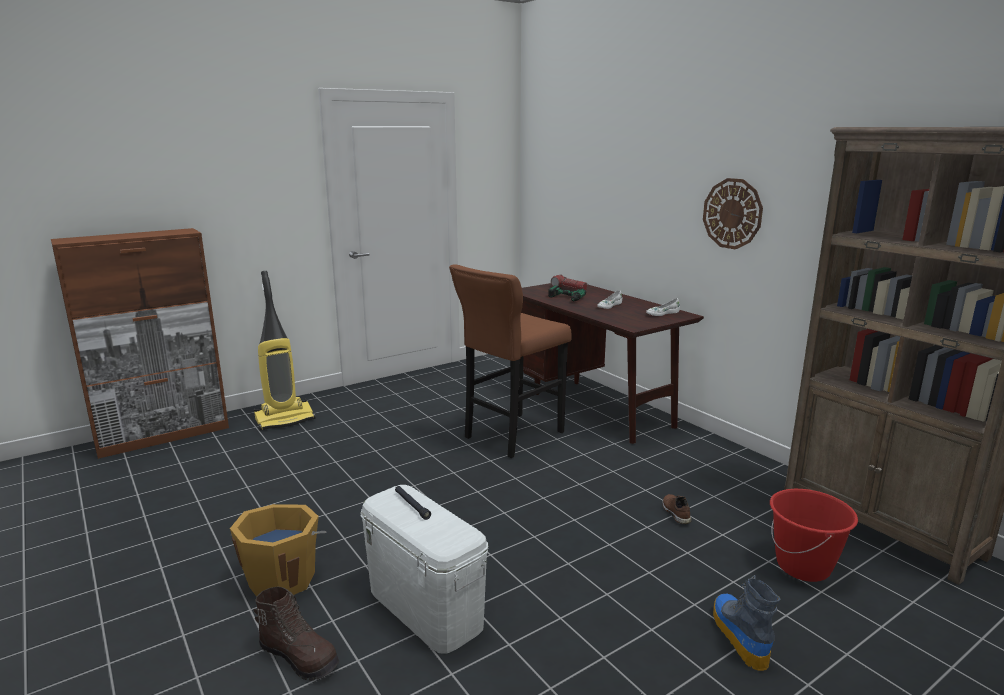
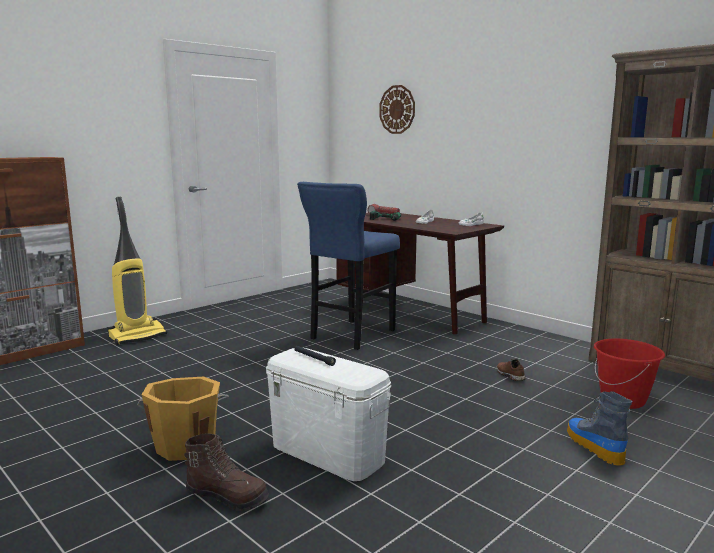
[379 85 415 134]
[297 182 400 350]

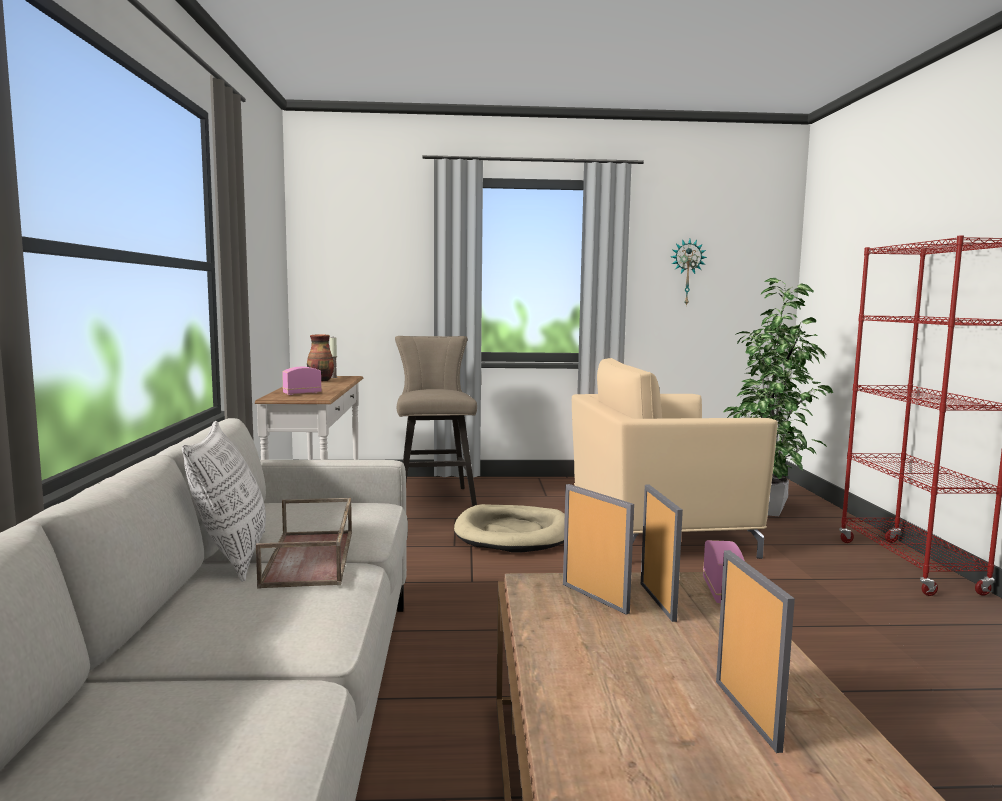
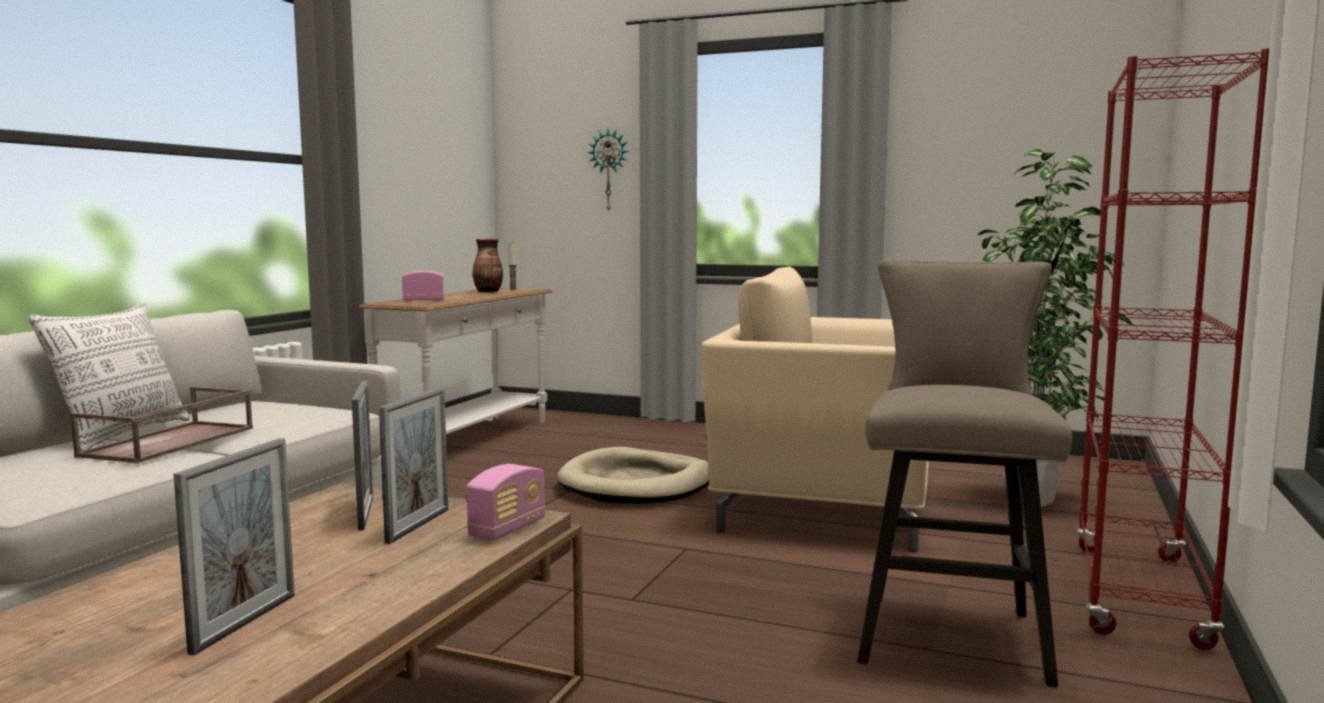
[587 129 629 213]
[857 260 1072 687]

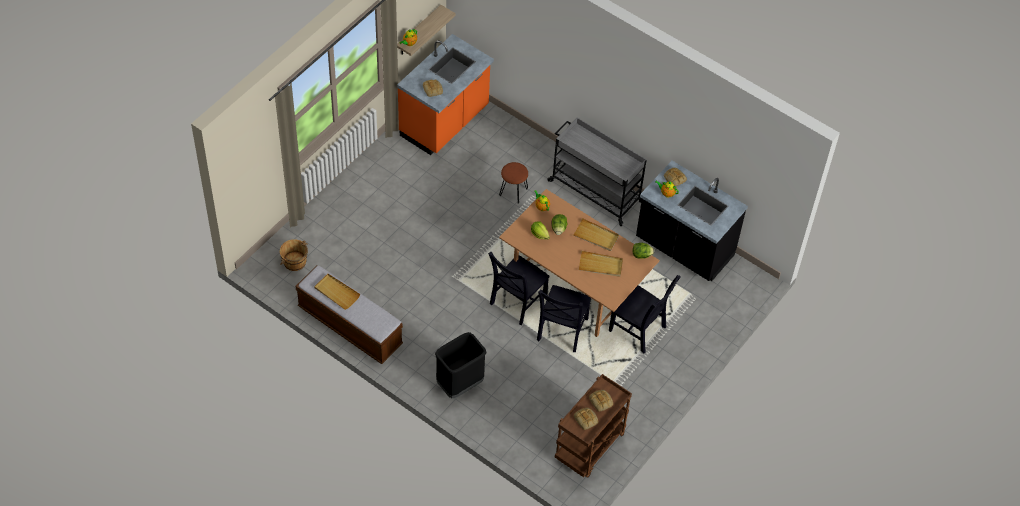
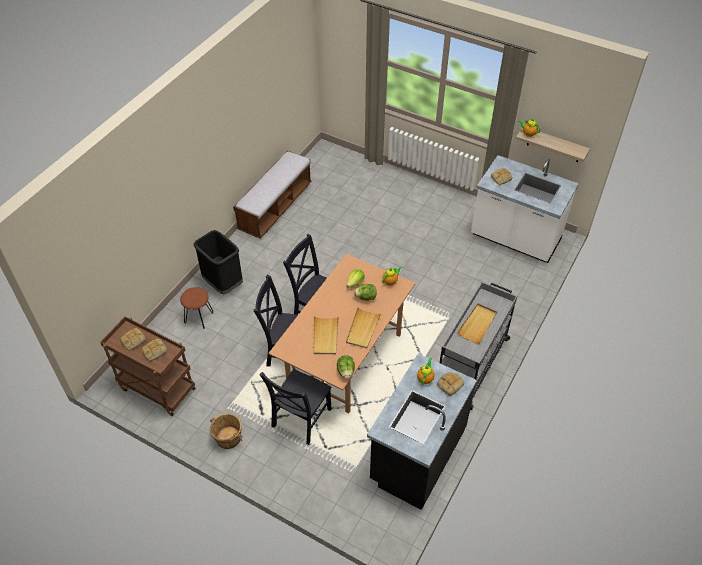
[471 155 579 263]
[180 287 213 329]
[210 414 243 449]
[457 303 497 343]

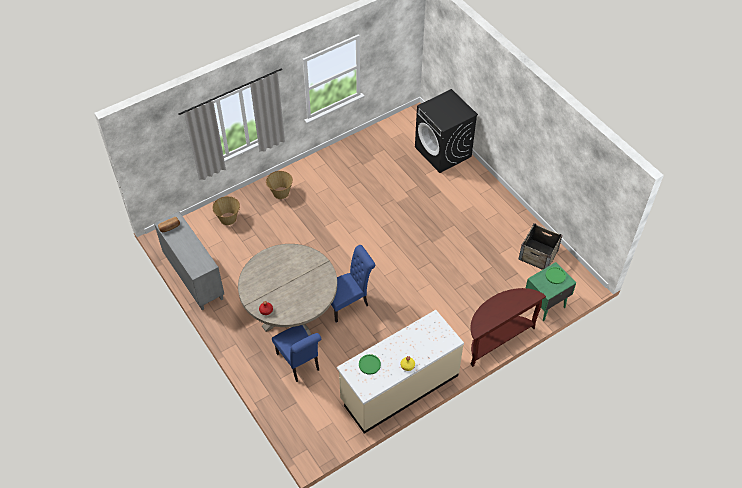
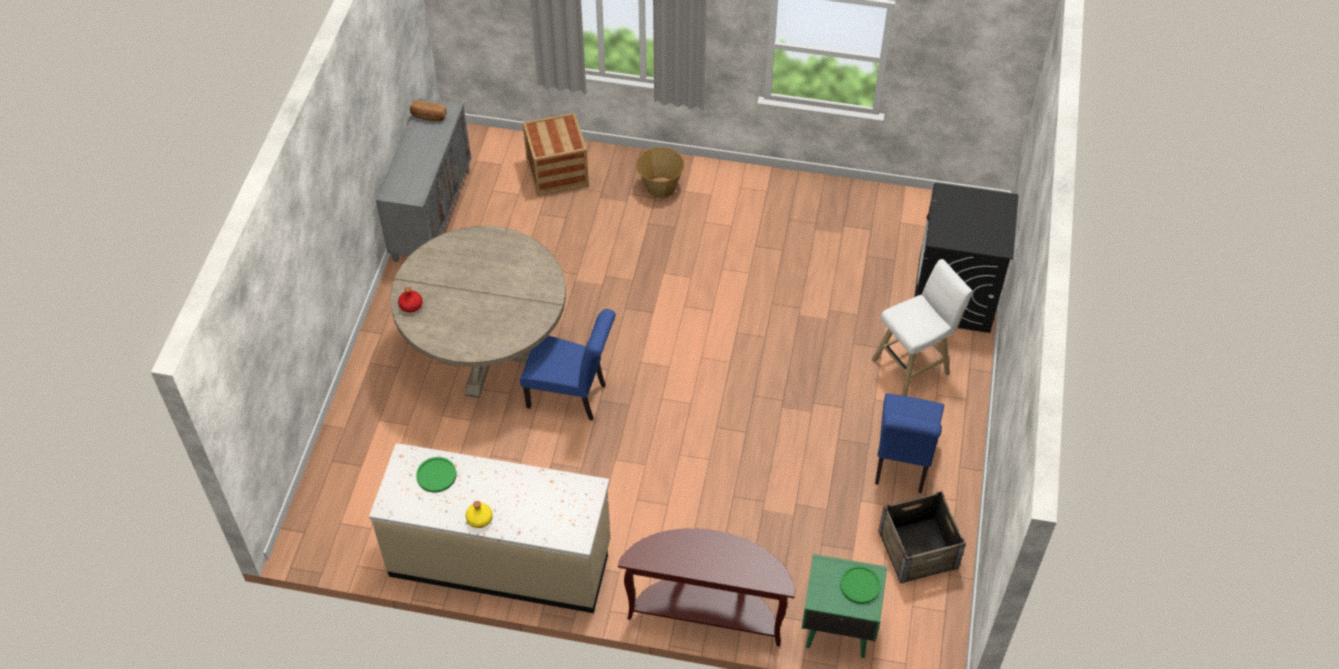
[523 113 589 197]
[875 393 944 493]
[872 259 972 396]

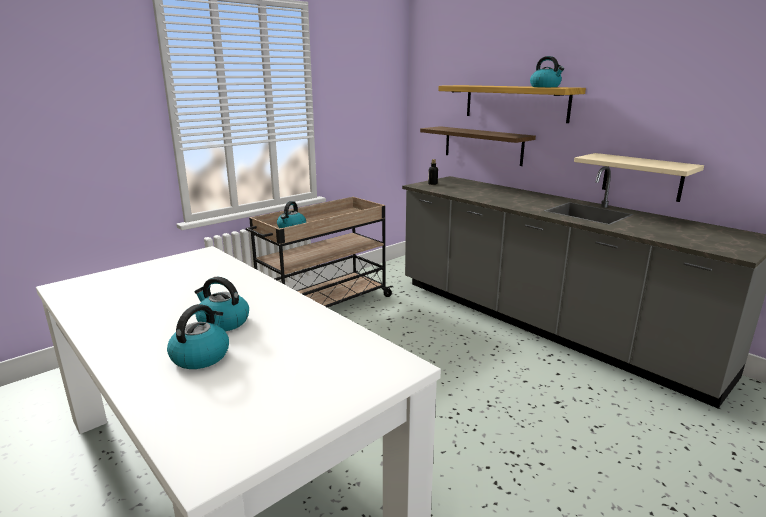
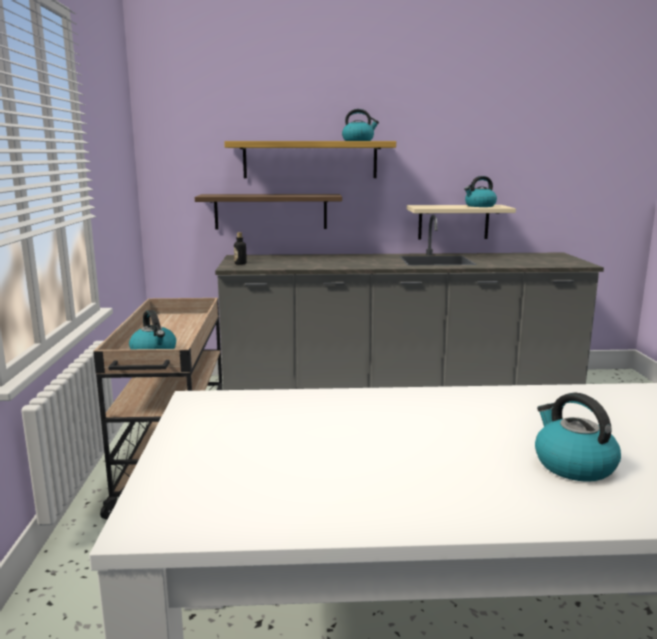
[464 176 497 207]

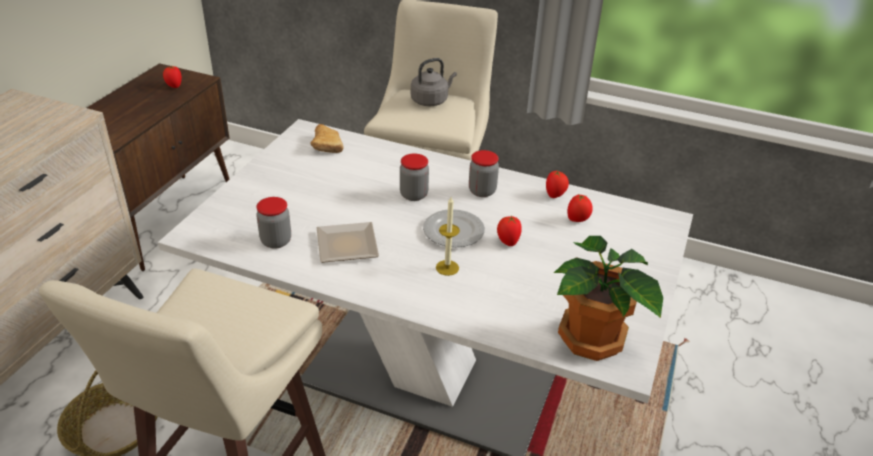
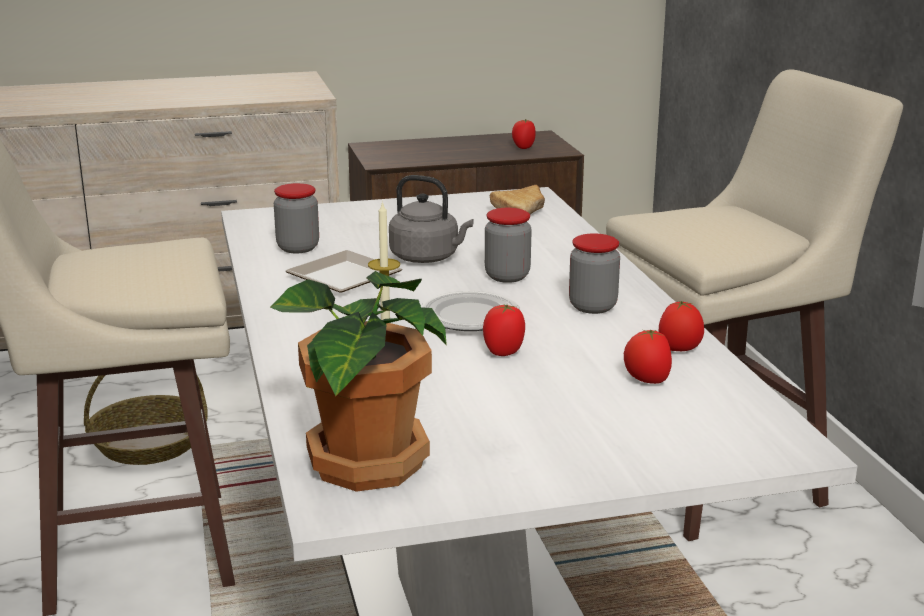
[389 175 474 263]

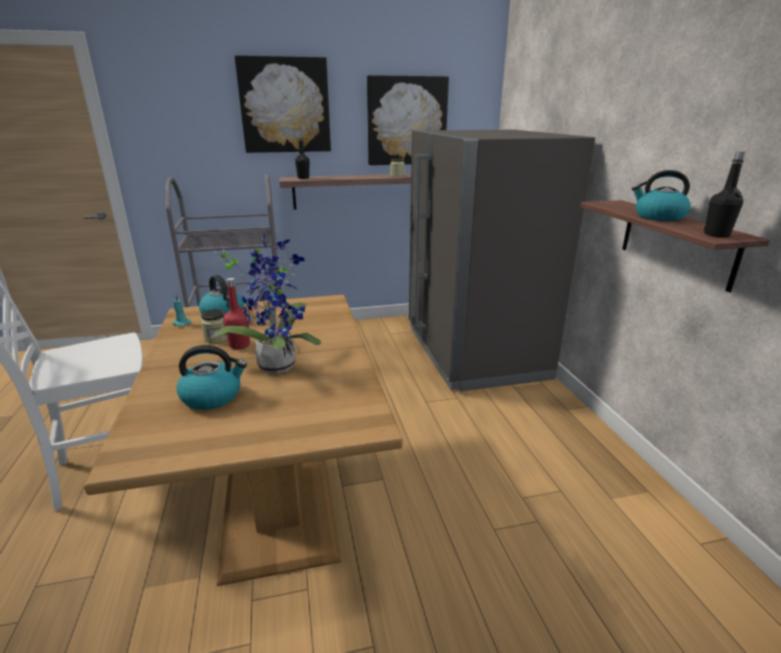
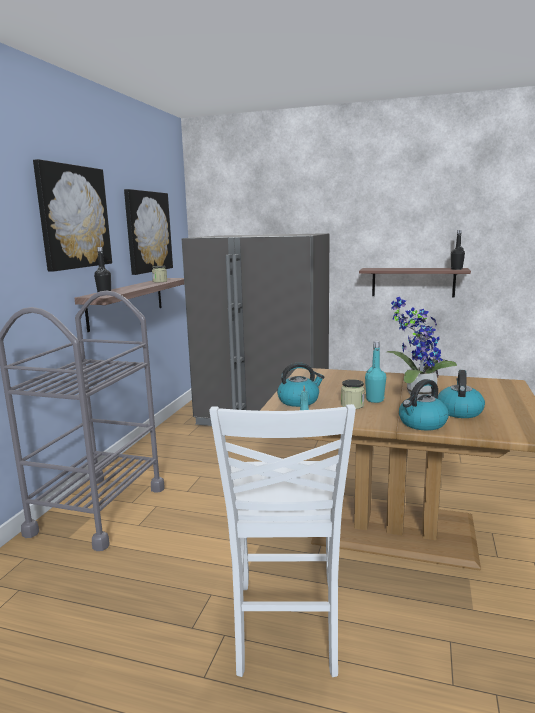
[399 379 449 430]
[365 341 386 403]

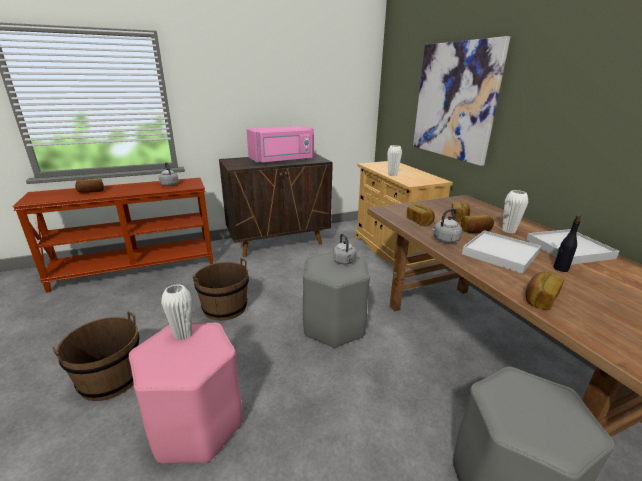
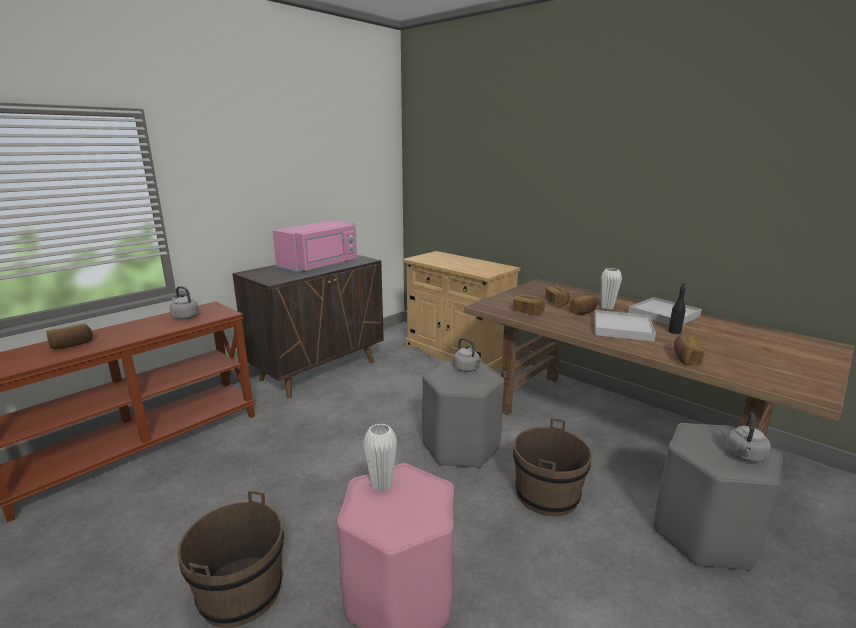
[413 36 510 166] (first image)
[387 145 402 176] (first image)
[726 413 771 462]
[513 418 592 516]

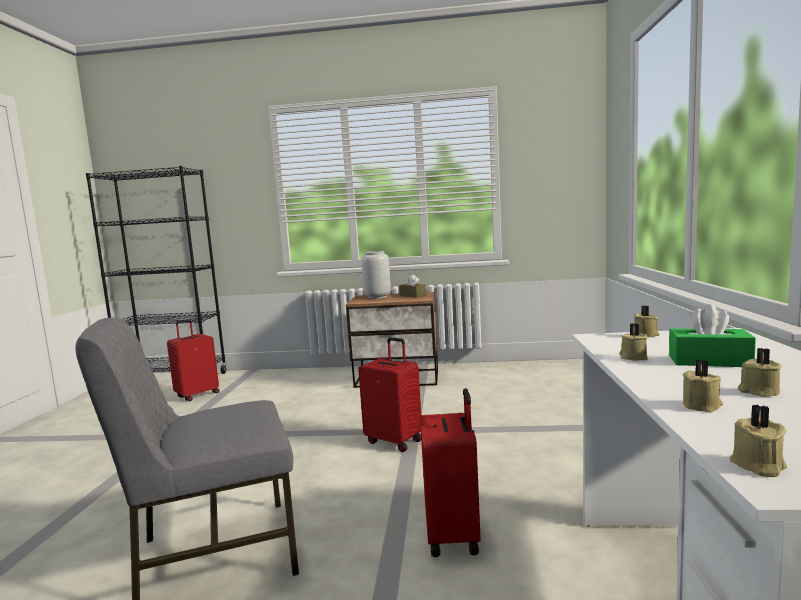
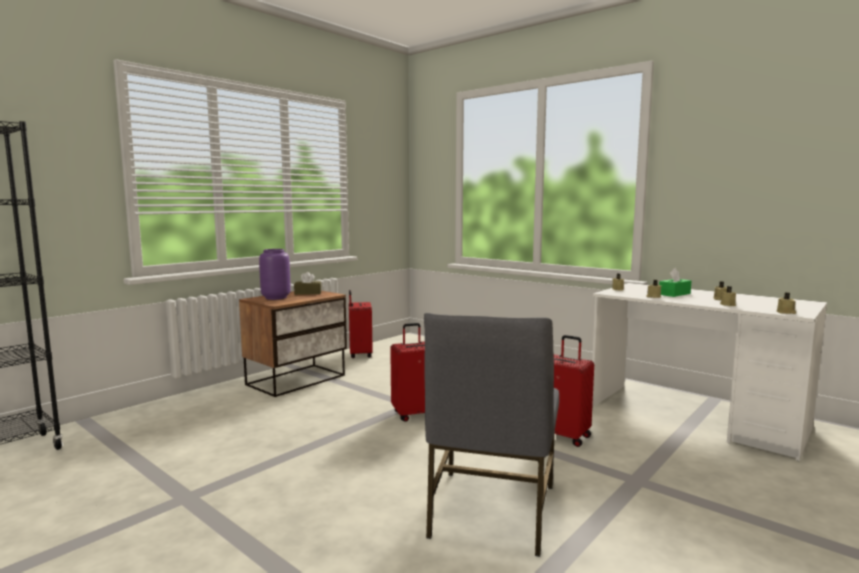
[259 249 291 300]
[349 290 373 358]

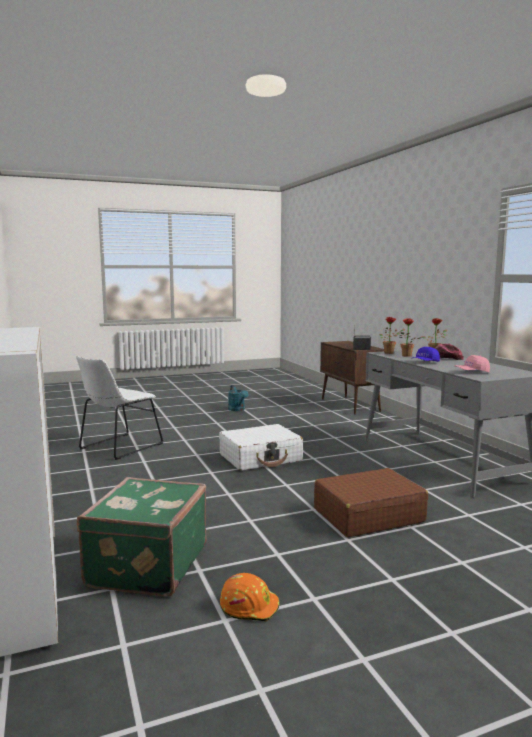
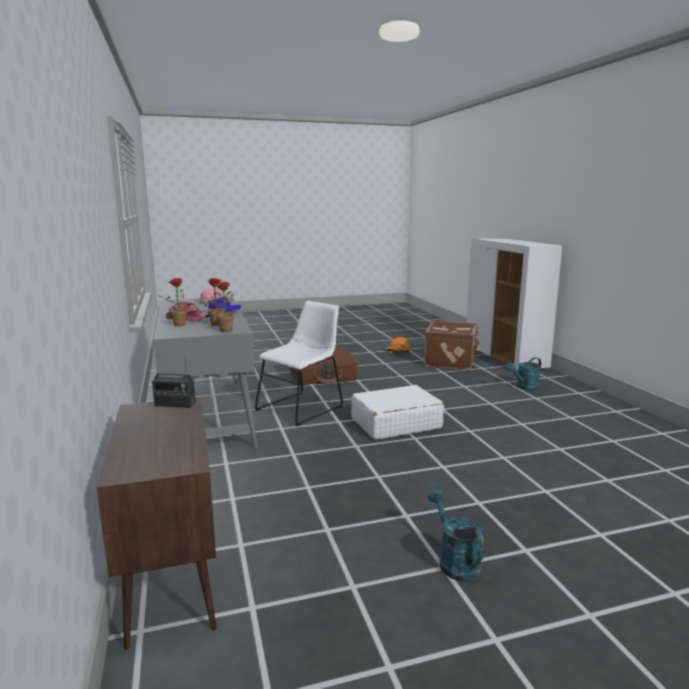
[254 301 343 426]
[424 320 480 370]
[506 357 541 390]

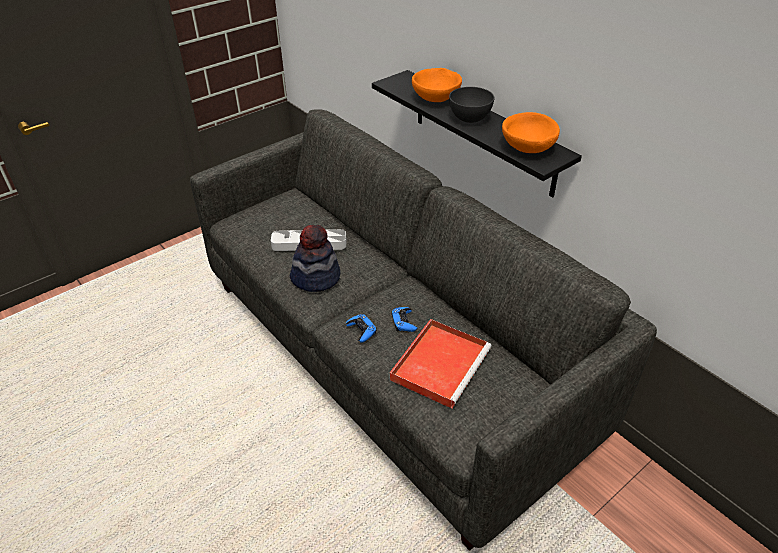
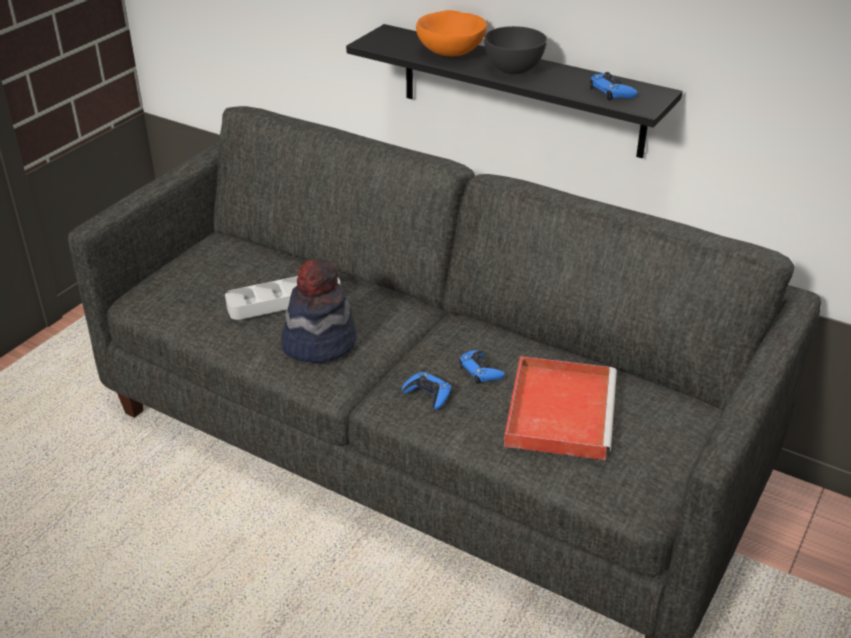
[590 72 638 101]

